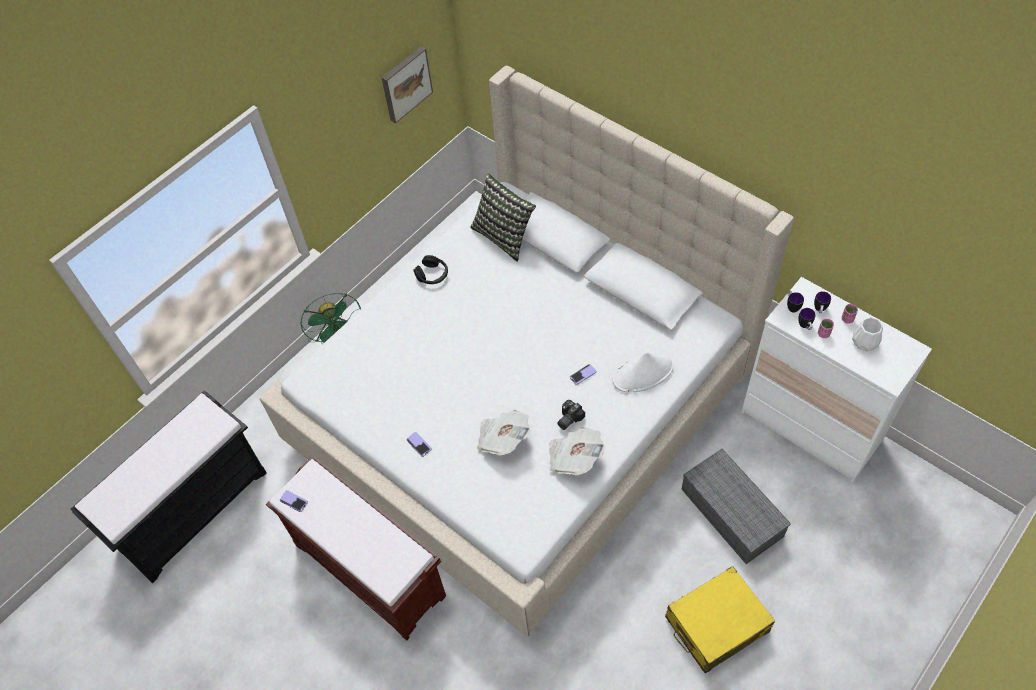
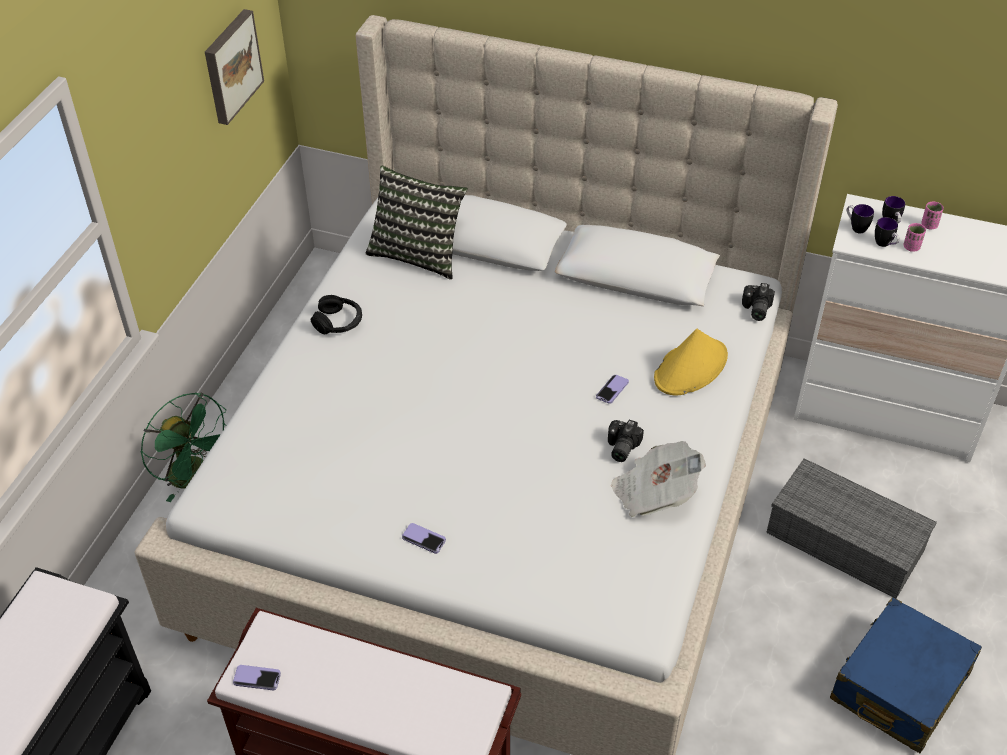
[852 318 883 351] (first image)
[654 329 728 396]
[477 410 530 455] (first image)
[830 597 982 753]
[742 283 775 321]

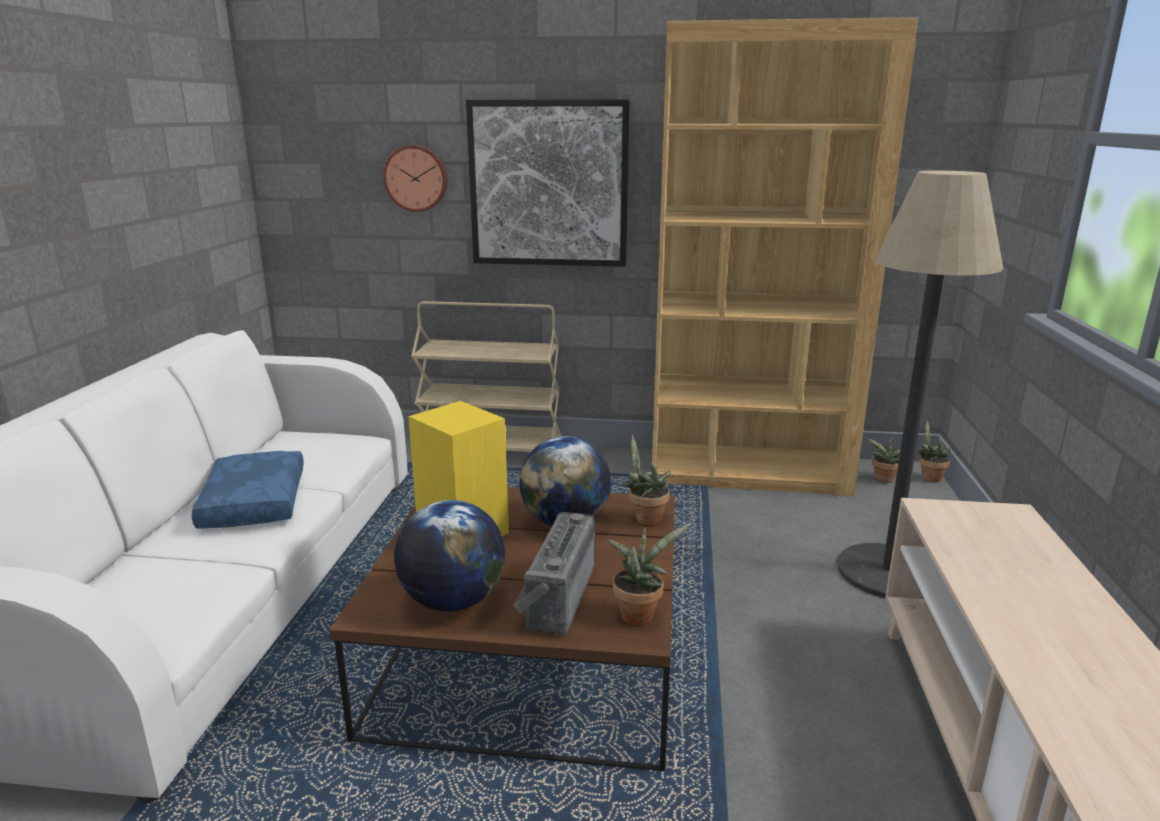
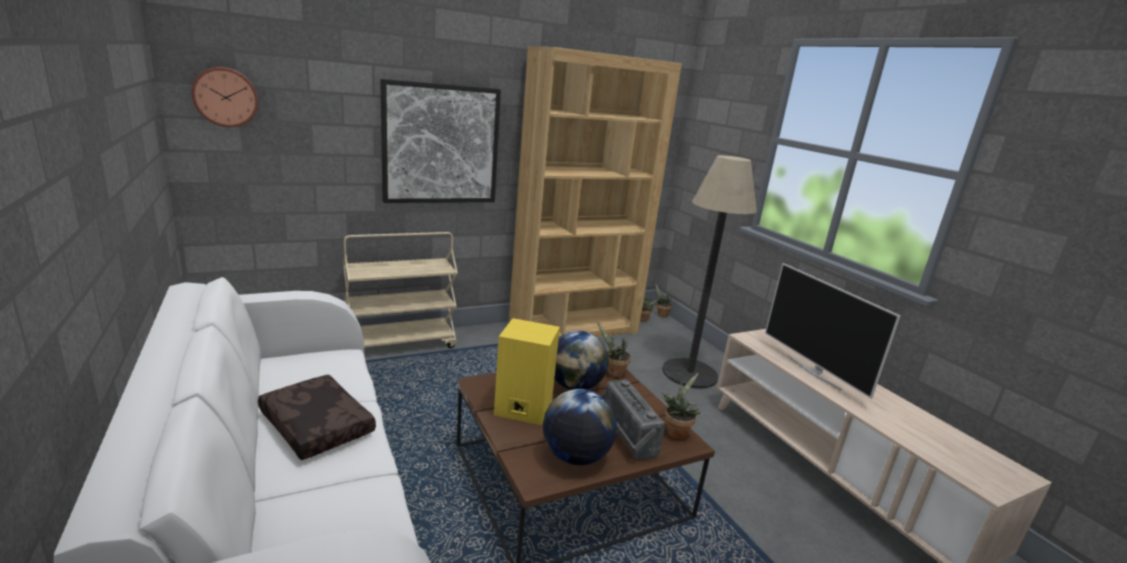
[191 67 258 127]
[258 374 376 460]
[765 263 901 399]

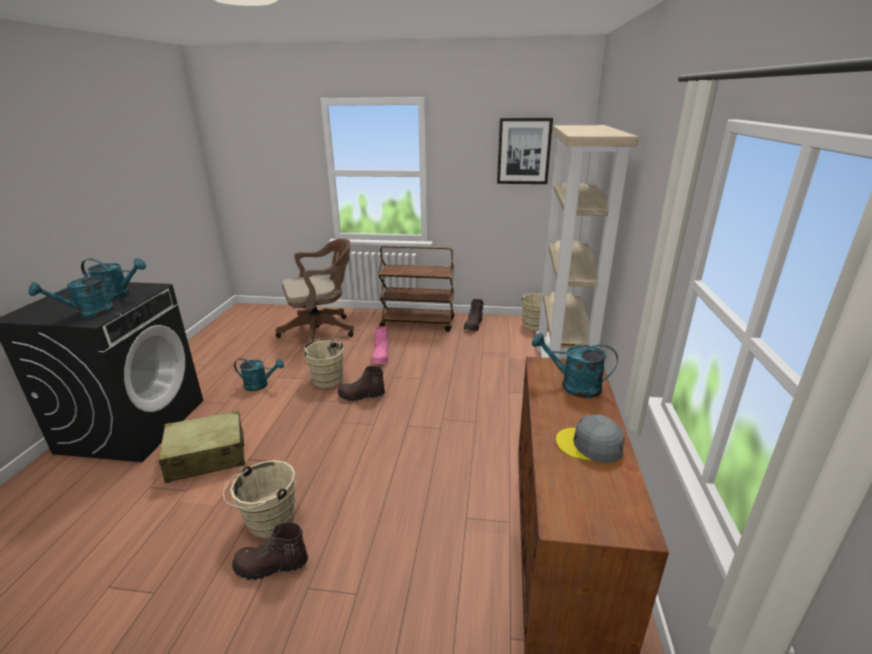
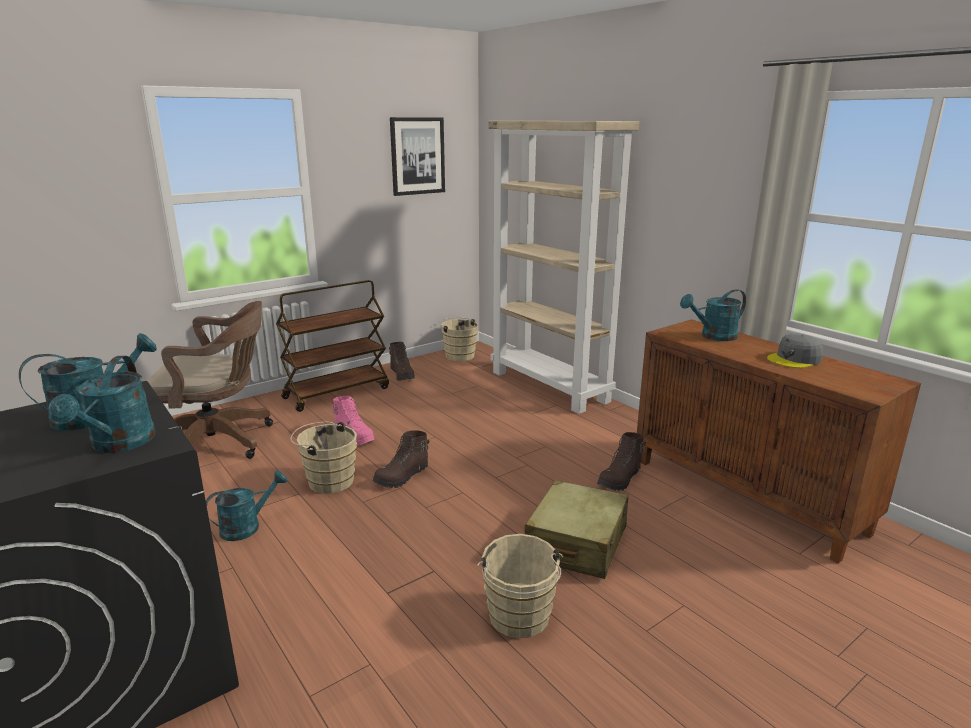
[148 301 273 459]
[524 480 628 579]
[597 432 646 491]

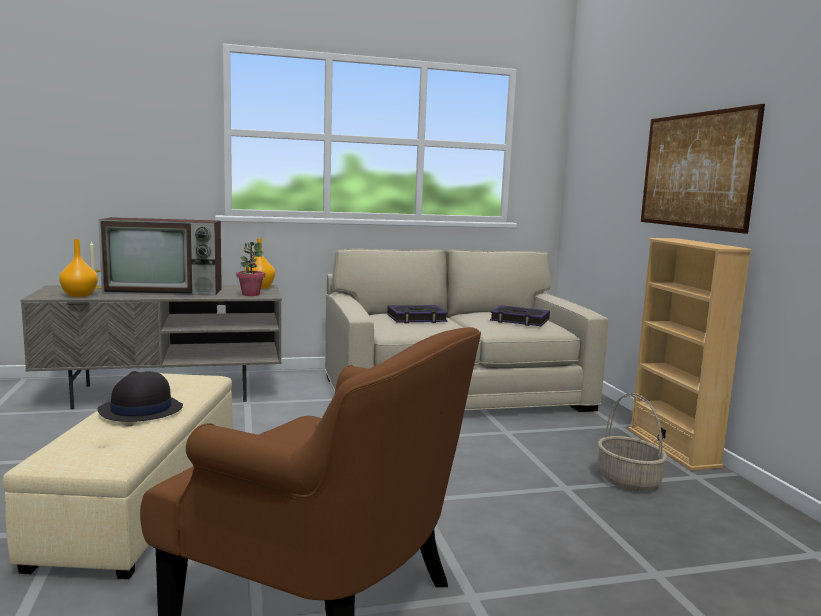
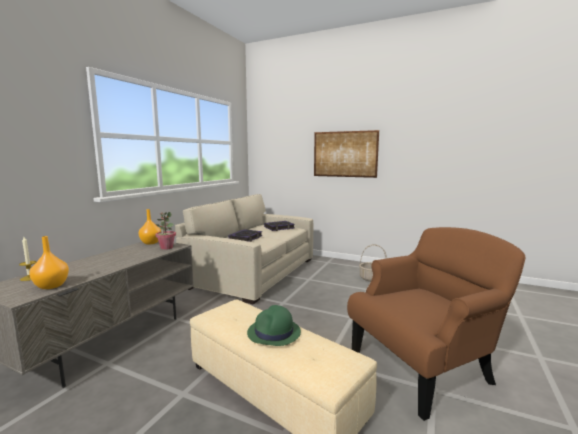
[99 217 222 295] (first image)
[628 238 752 471] (first image)
[247 305 301 346]

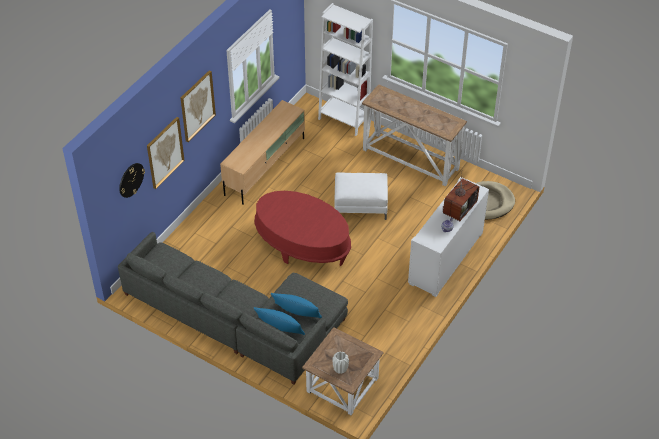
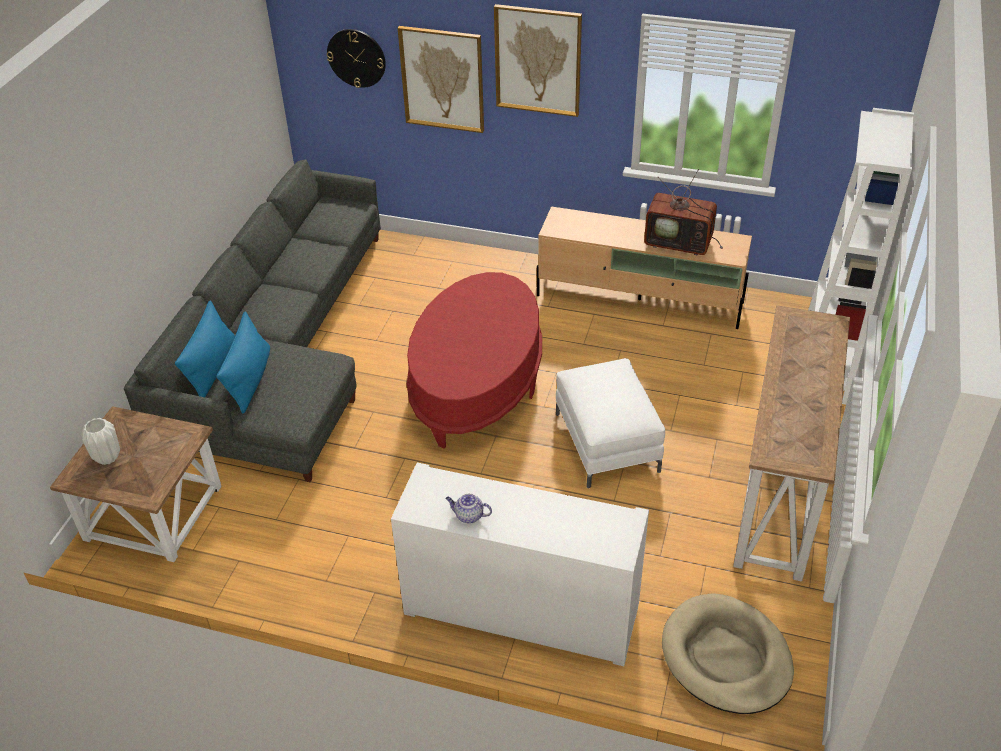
[644 169 723 255]

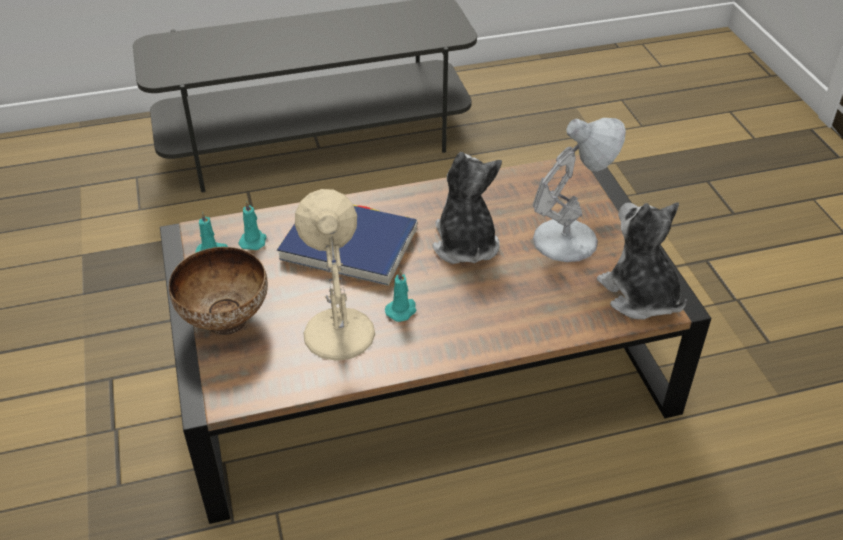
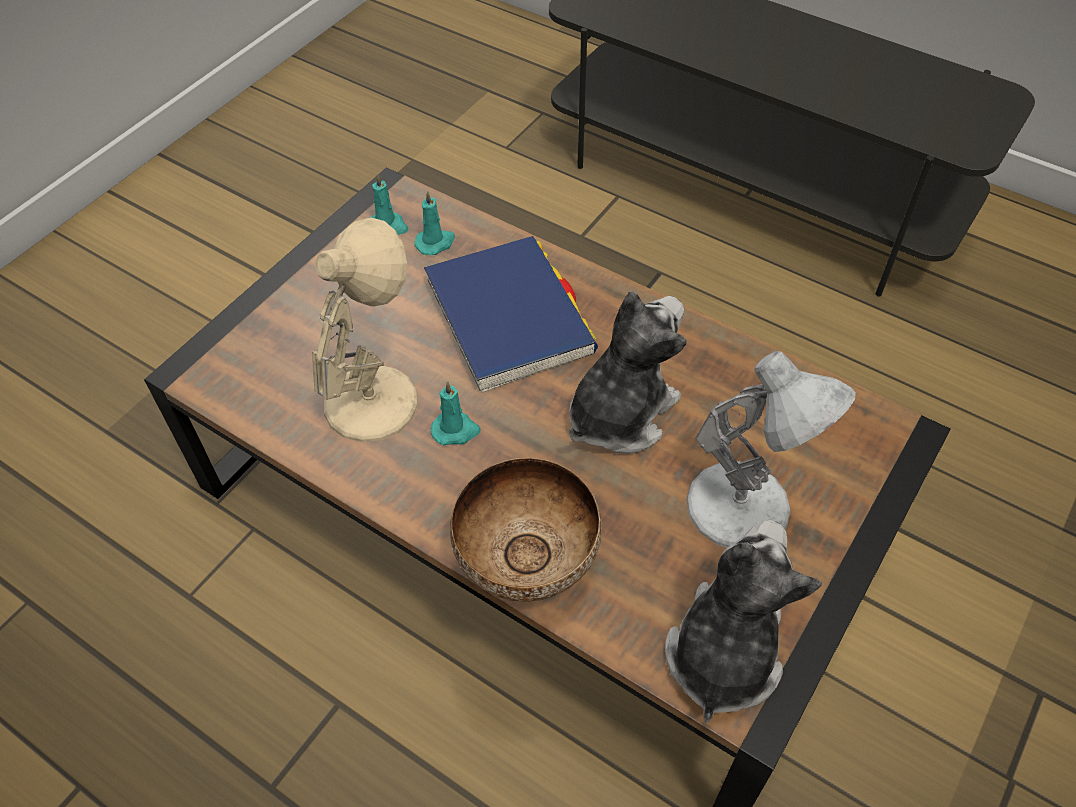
[450 458 602 602]

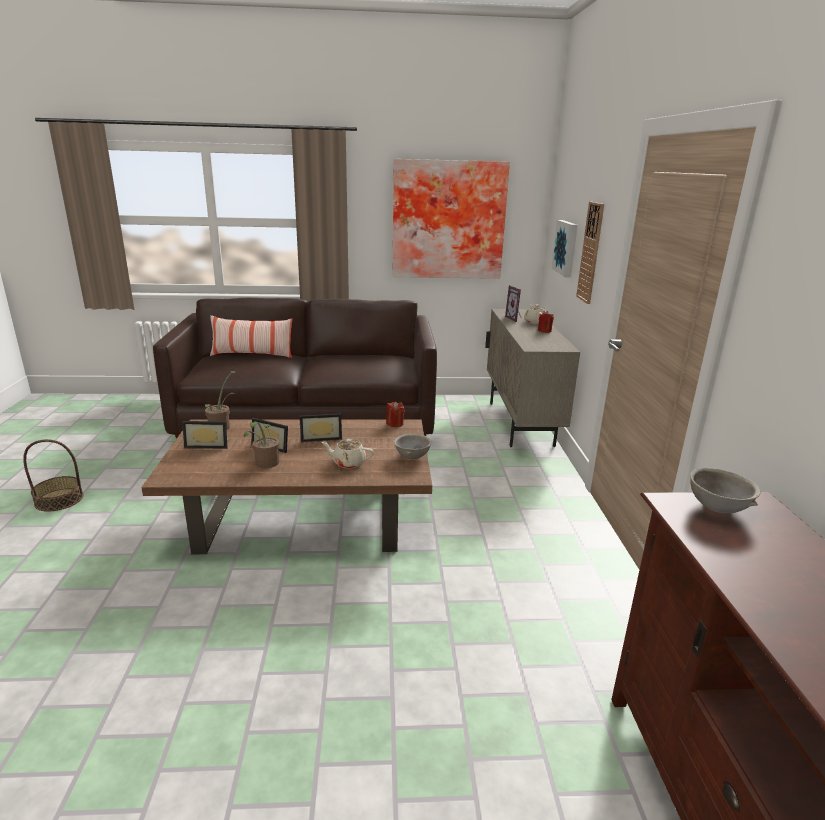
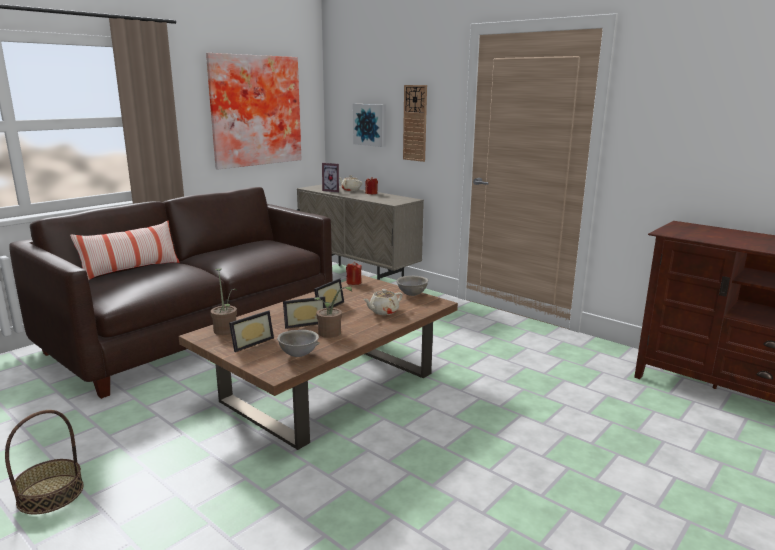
[277 330 320 357]

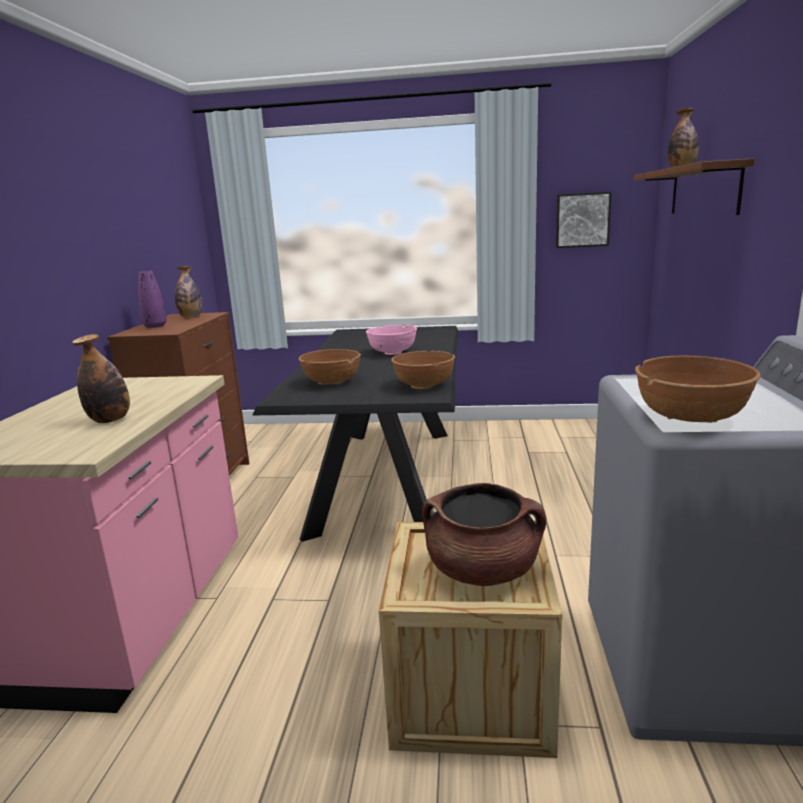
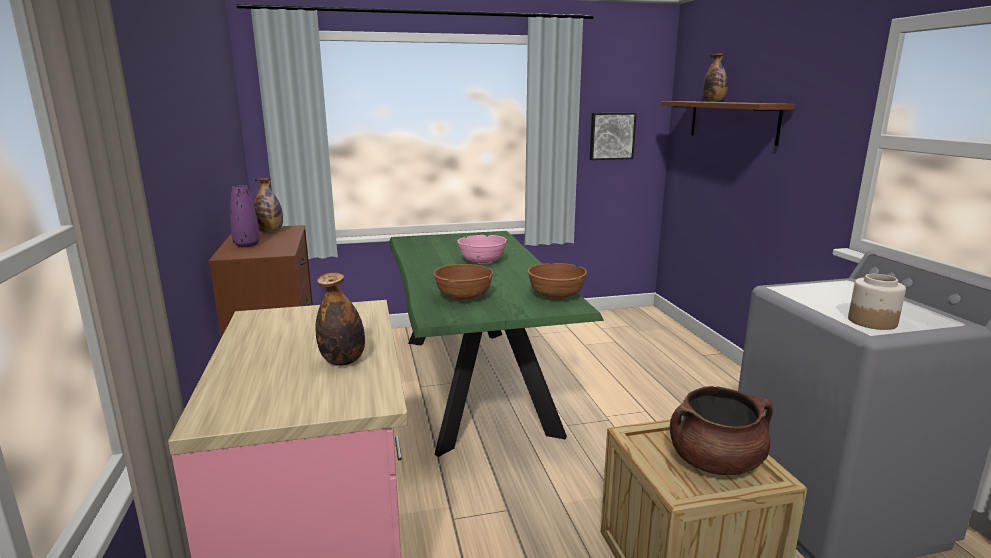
[389 231 604 457]
[848 274 906 330]

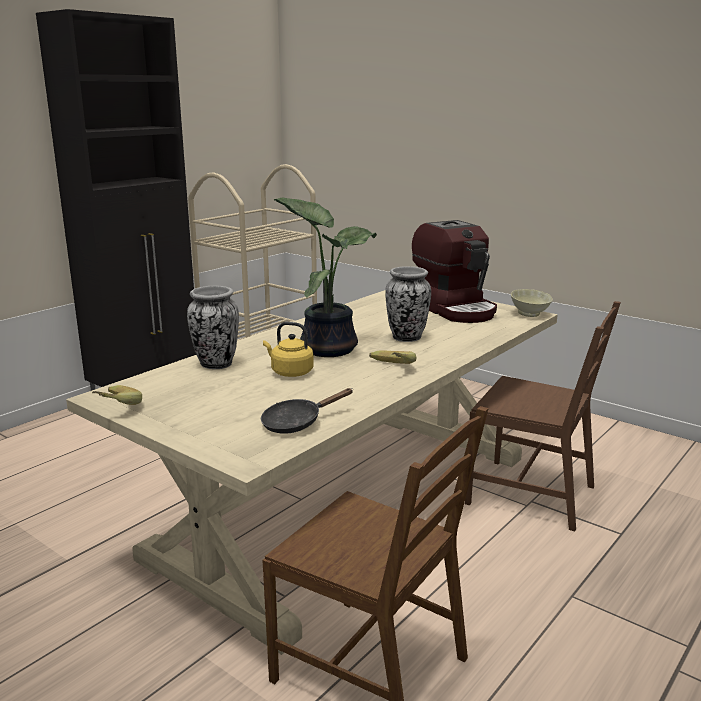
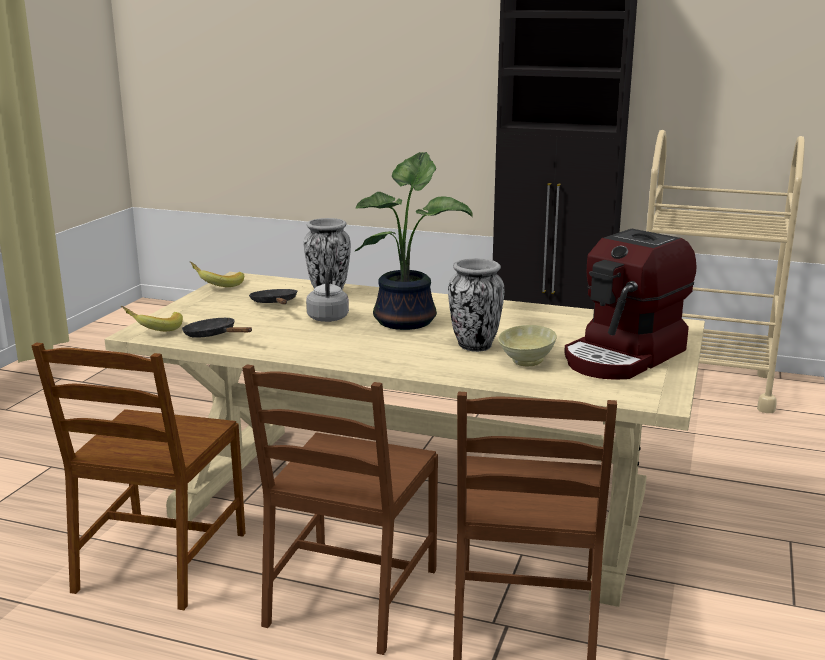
[498 325 557 366]
[306 267 349 322]
[121 306 183 331]
[249 289 298 304]
[242 364 438 655]

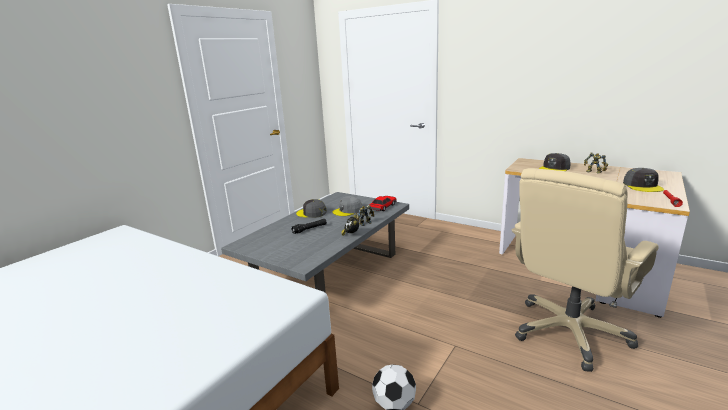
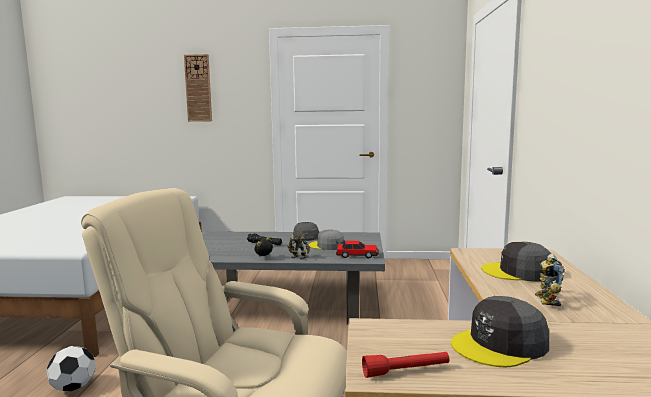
[184 54 212 122]

